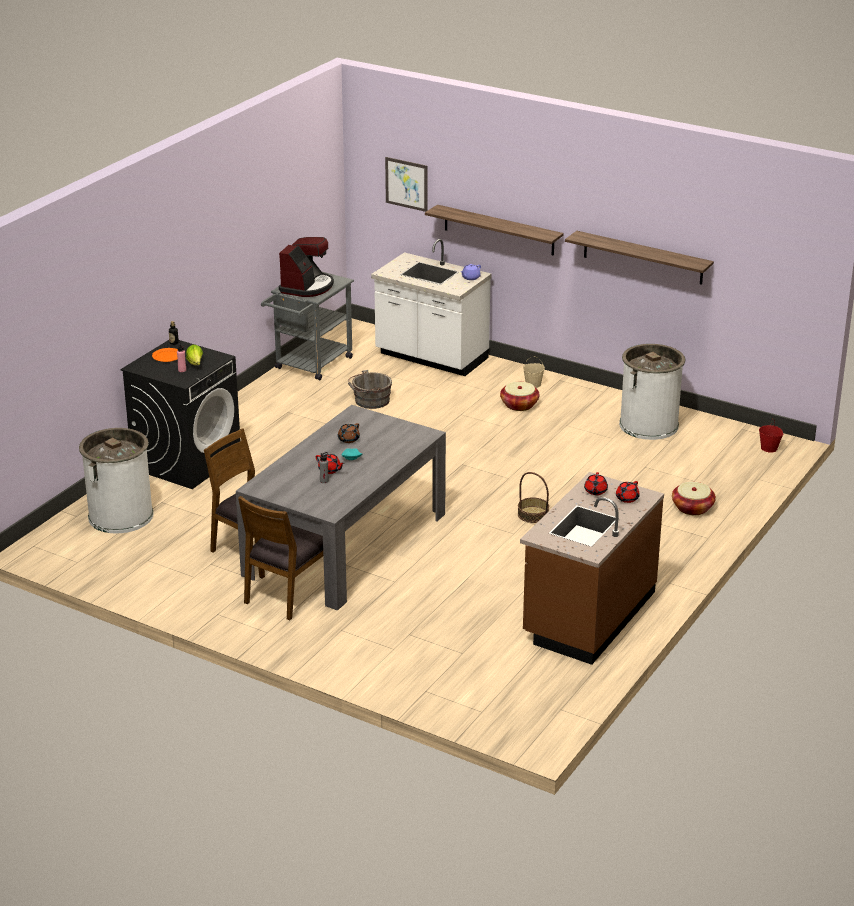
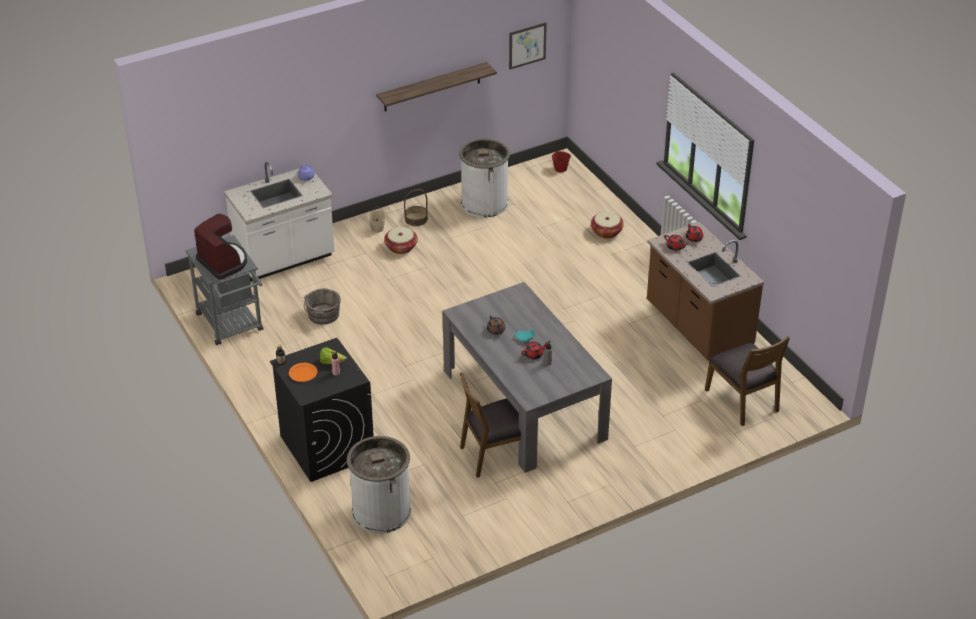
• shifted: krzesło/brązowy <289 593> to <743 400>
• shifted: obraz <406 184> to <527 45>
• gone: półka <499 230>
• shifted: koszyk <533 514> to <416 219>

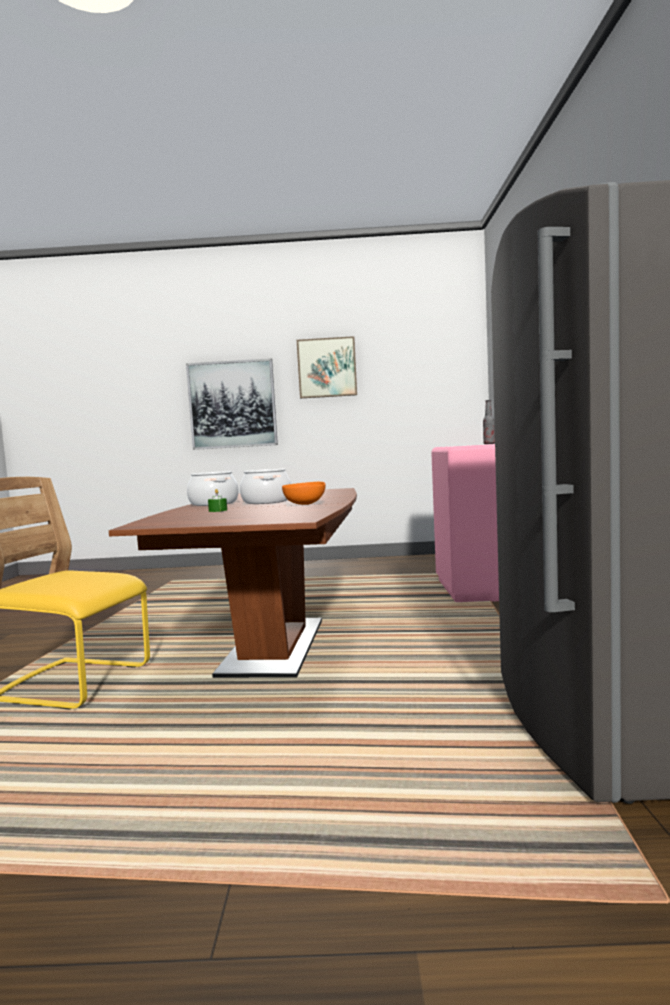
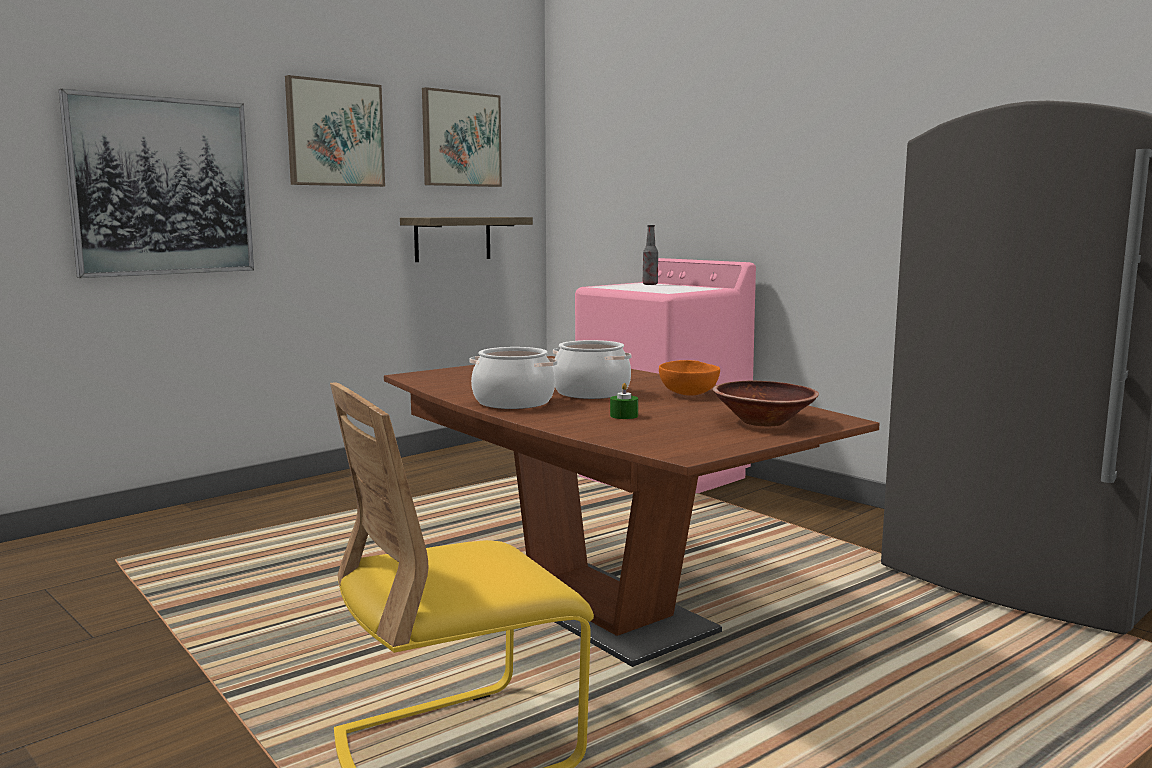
• new: półka <453 239>
• new: obraz <461 139>
• new: miska/brązowy <763 422>

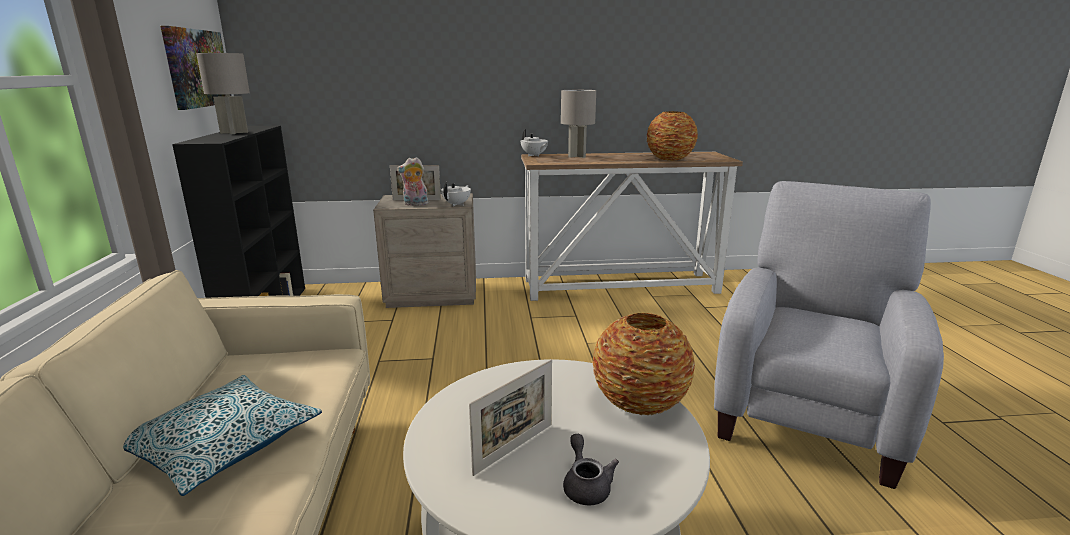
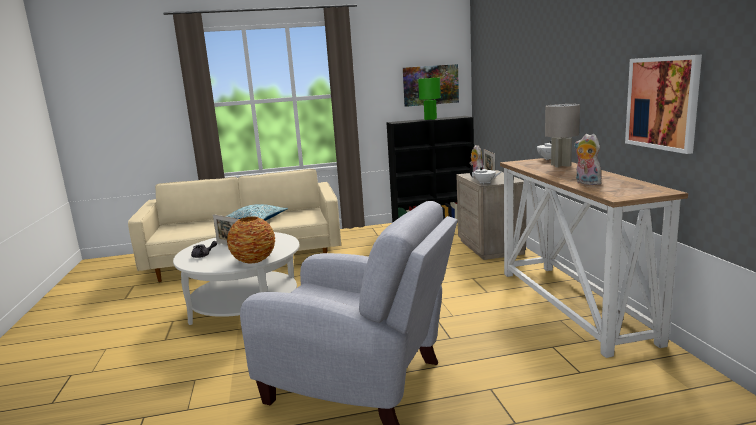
• repainted: lampa stołowa/szary <234 132> to lampa stołowa/zielony <430 119>
• swapped: wazon <669 159> to pluszak <586 183>
• new: obraz <662 103>

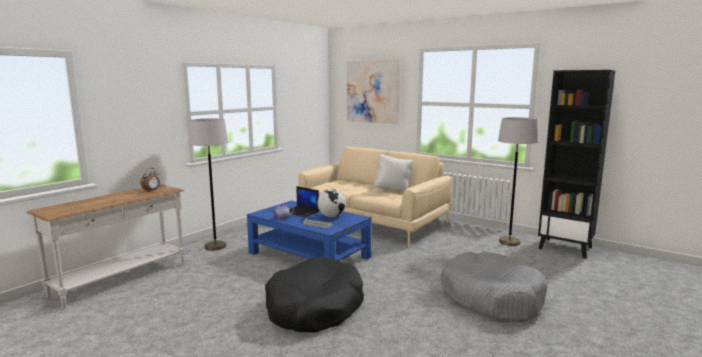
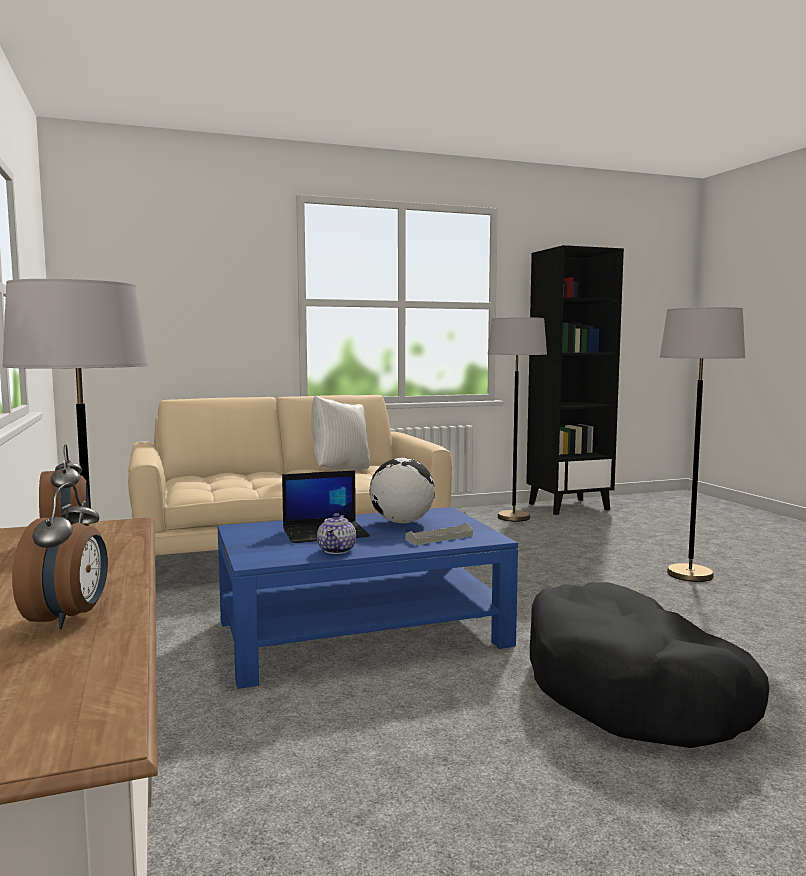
• gone: obraz <373 91>
• swapped: legowisko/szary <491 298> to lampa stojąca/szary <690 574>
• new: budzik <69 618>

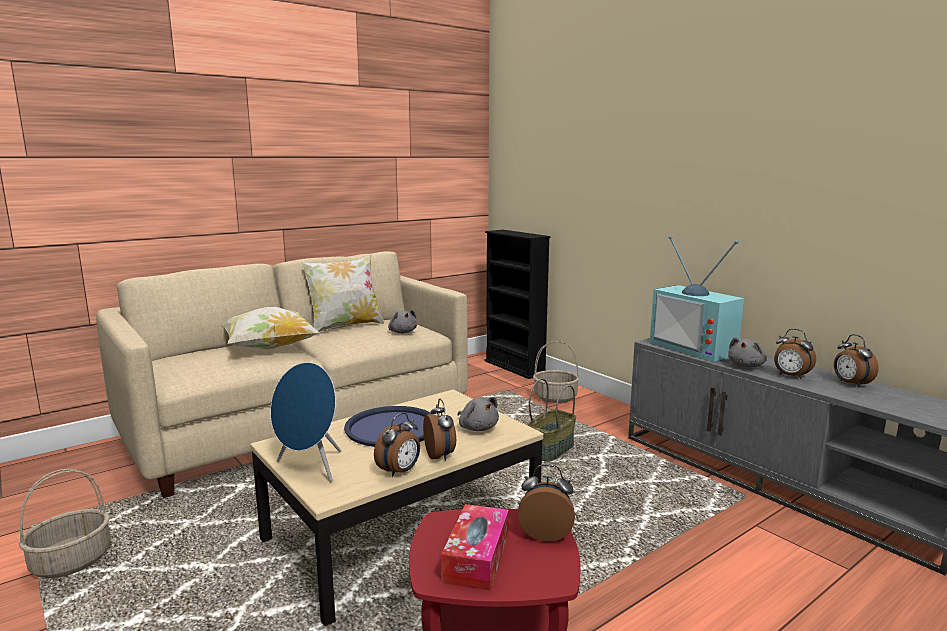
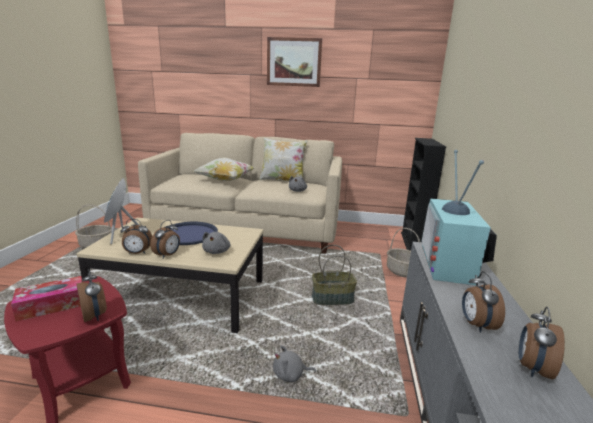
• shifted: pluszak/szary <746 366> to <290 375>
• new: obraz <294 62>

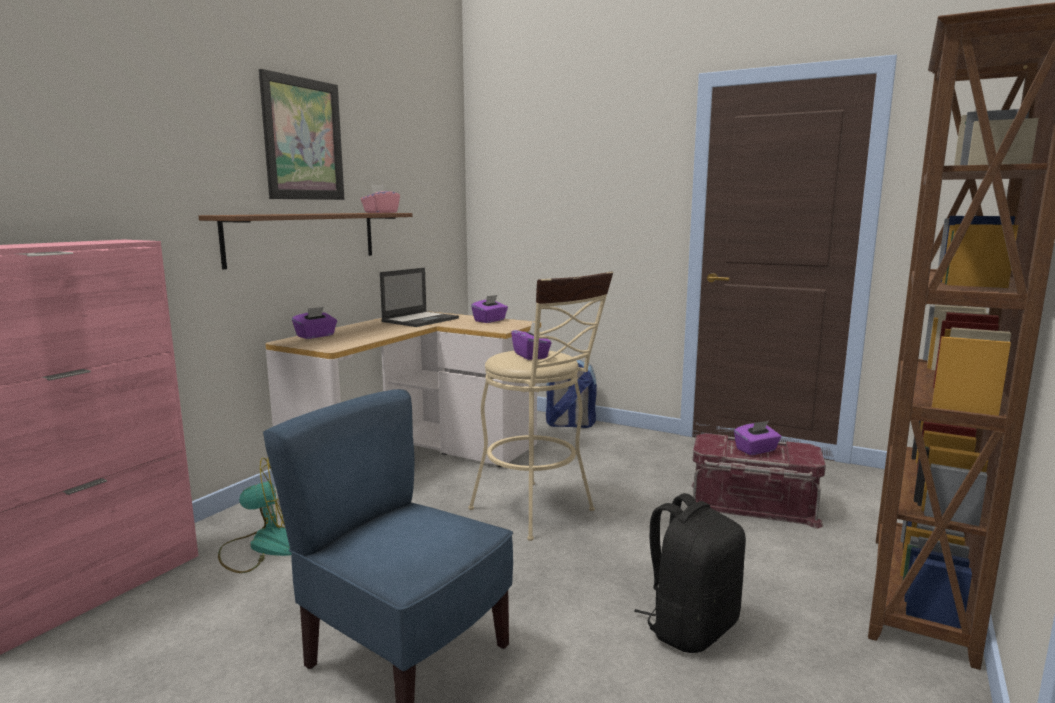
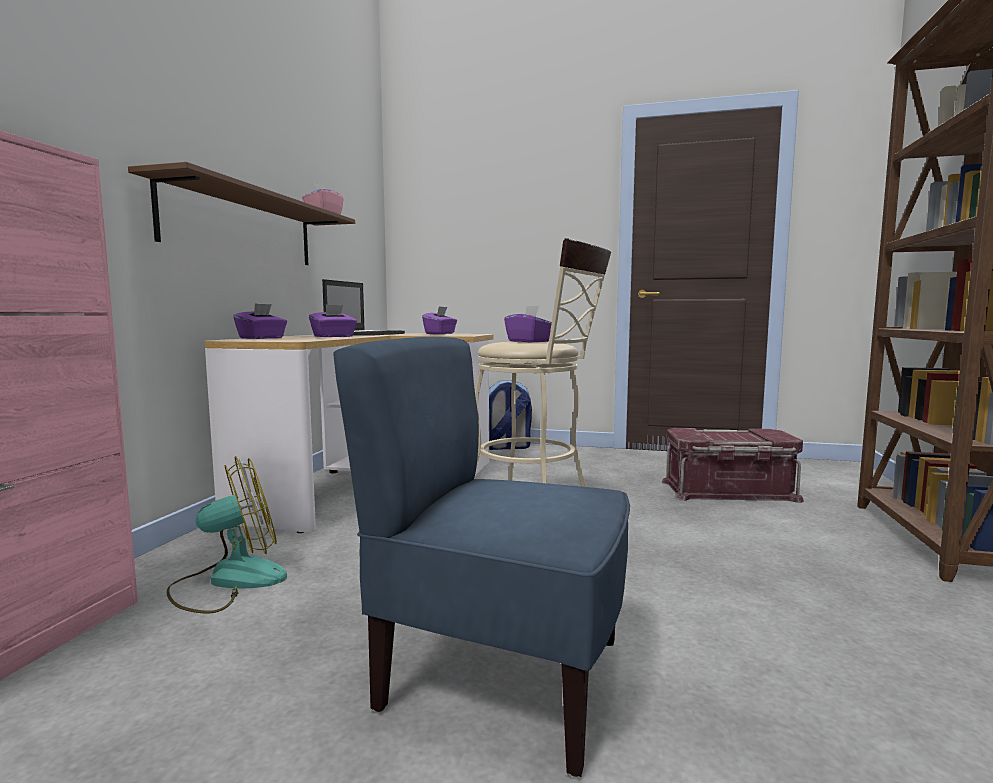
• gone: obraz <303 139>
• gone: plecak/czarny <690 627>
• shifted: pudełko chusteczek/fioletowy <756 450> to <334 336>

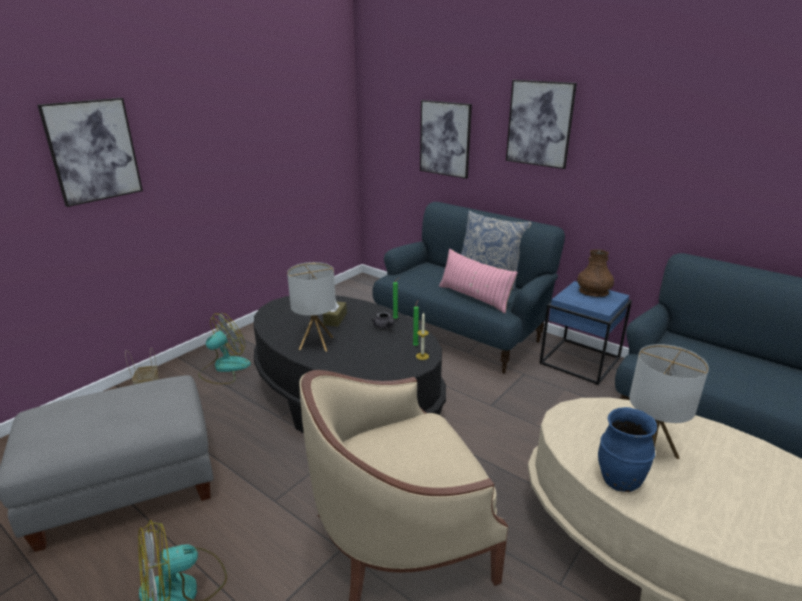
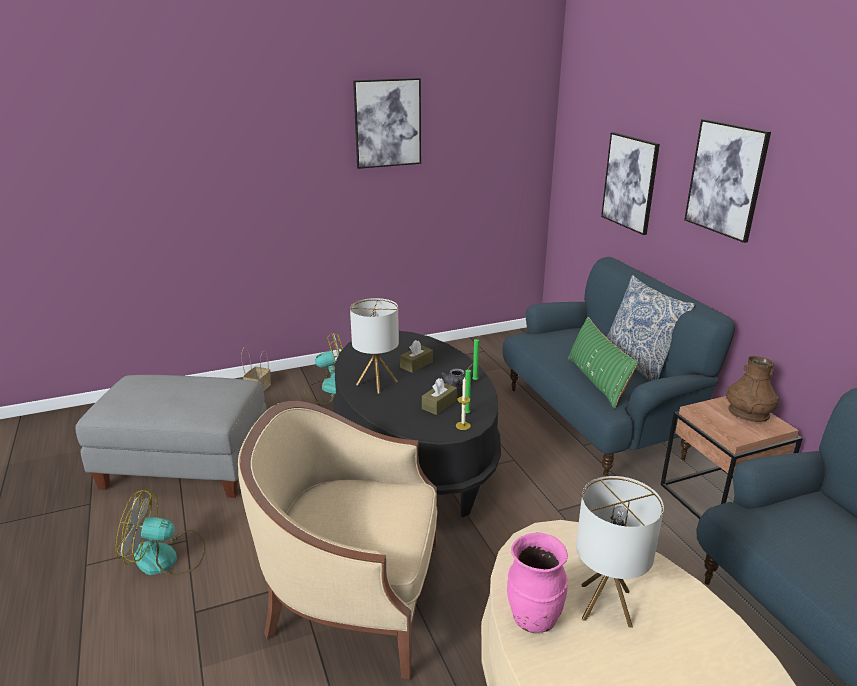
• shifted: obraz <93 151> to <387 123>
• repainted: poduszka/różowy <474 297> to poduszka/zielony <596 381>
• repainted: stolik/niebieski <580 361> to stolik/brązowy <720 499>
• repainted: wazon/niebieski <619 481> to wazon/różowy <533 618>
• new: pudełko chusteczek/brązowy <439 404>

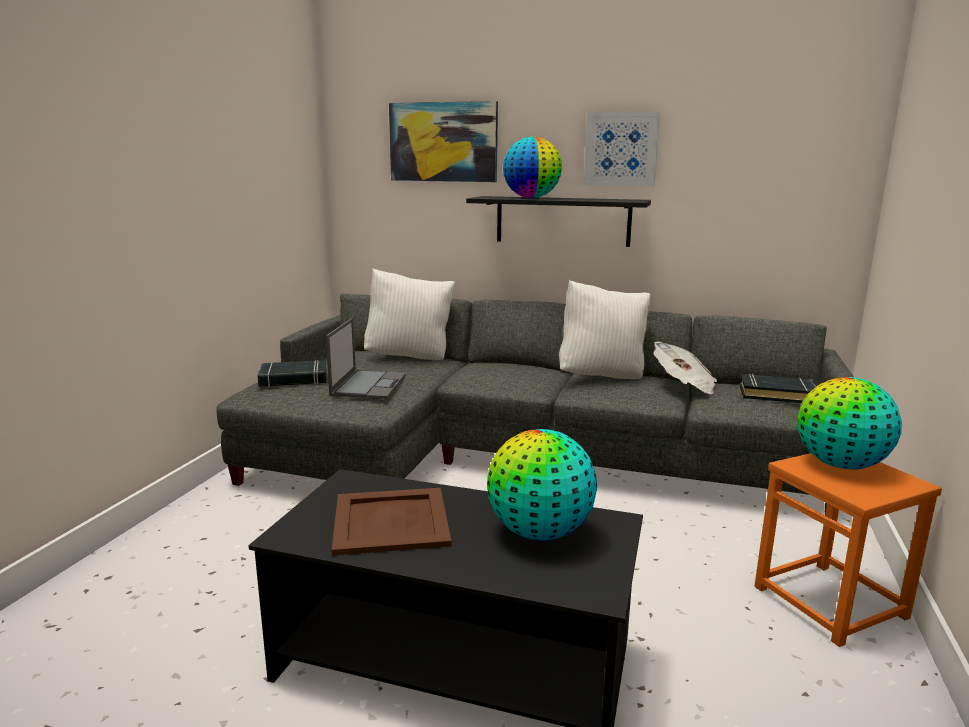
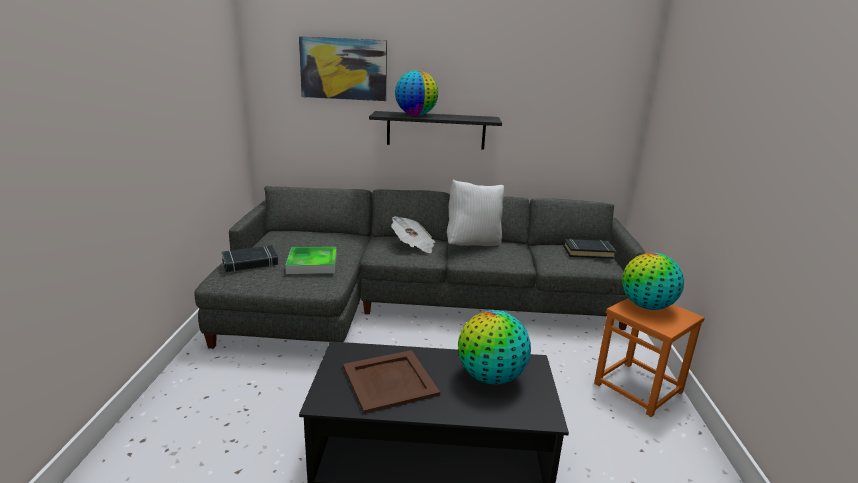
• swapped: laptop <369 384> to taca <312 264>
• gone: poduszka/biały <410 357>
• gone: obraz <621 149>
• shifted: gazeta <684 385> to <413 246>

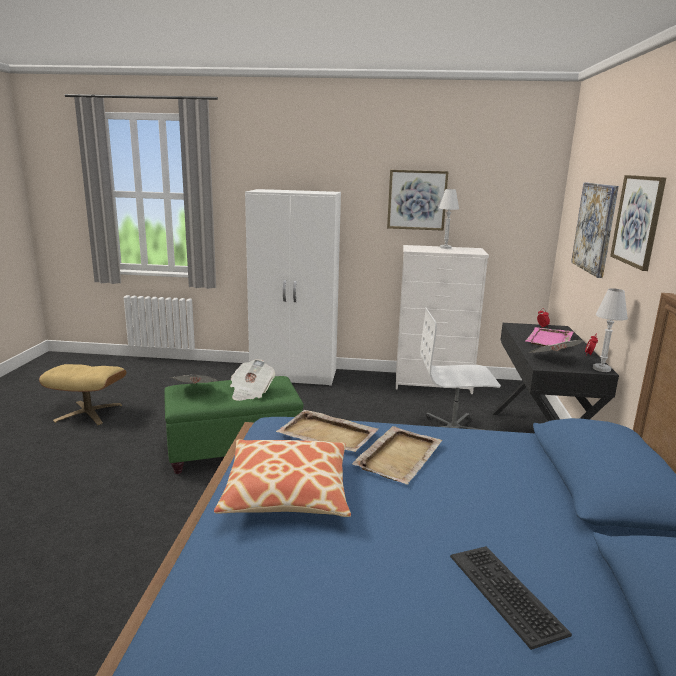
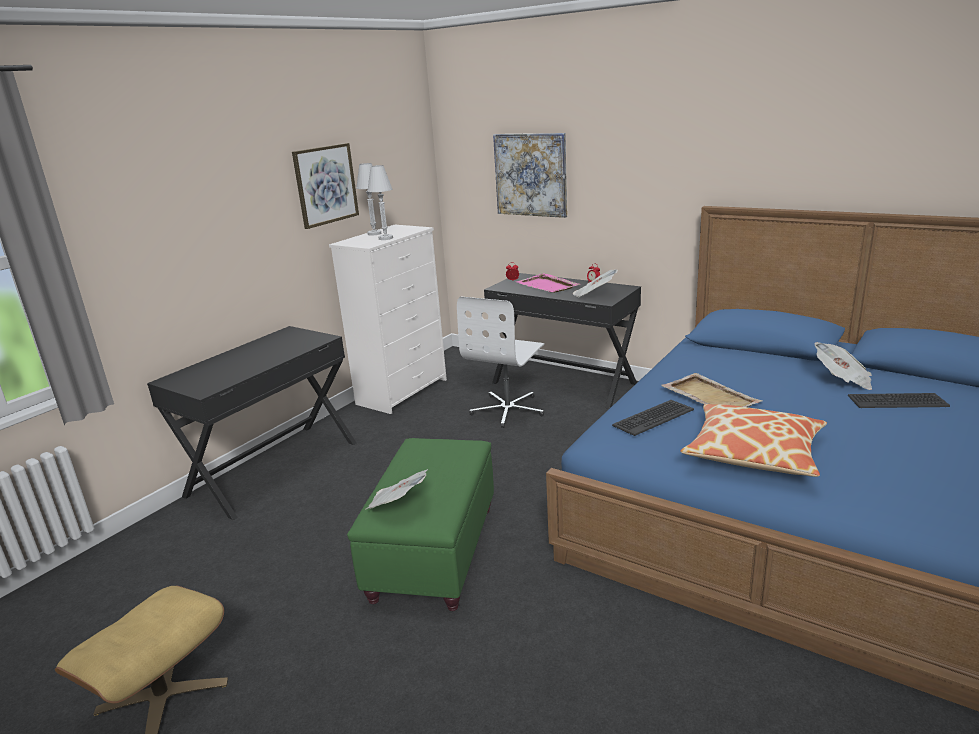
• shifted: gazeta <251 392> to <842 380>
• swapped: szafa/biały <295 375> to biurko/czarny <273 468>
• swapped: taca/beżowy <328 434> to klawiatura <653 418>
• shifted: lampa stołowa/biały <601 369> to <385 238>
• gone: obraz <638 220>

